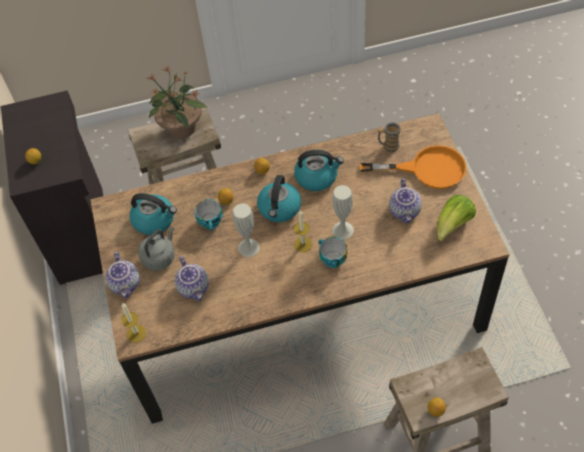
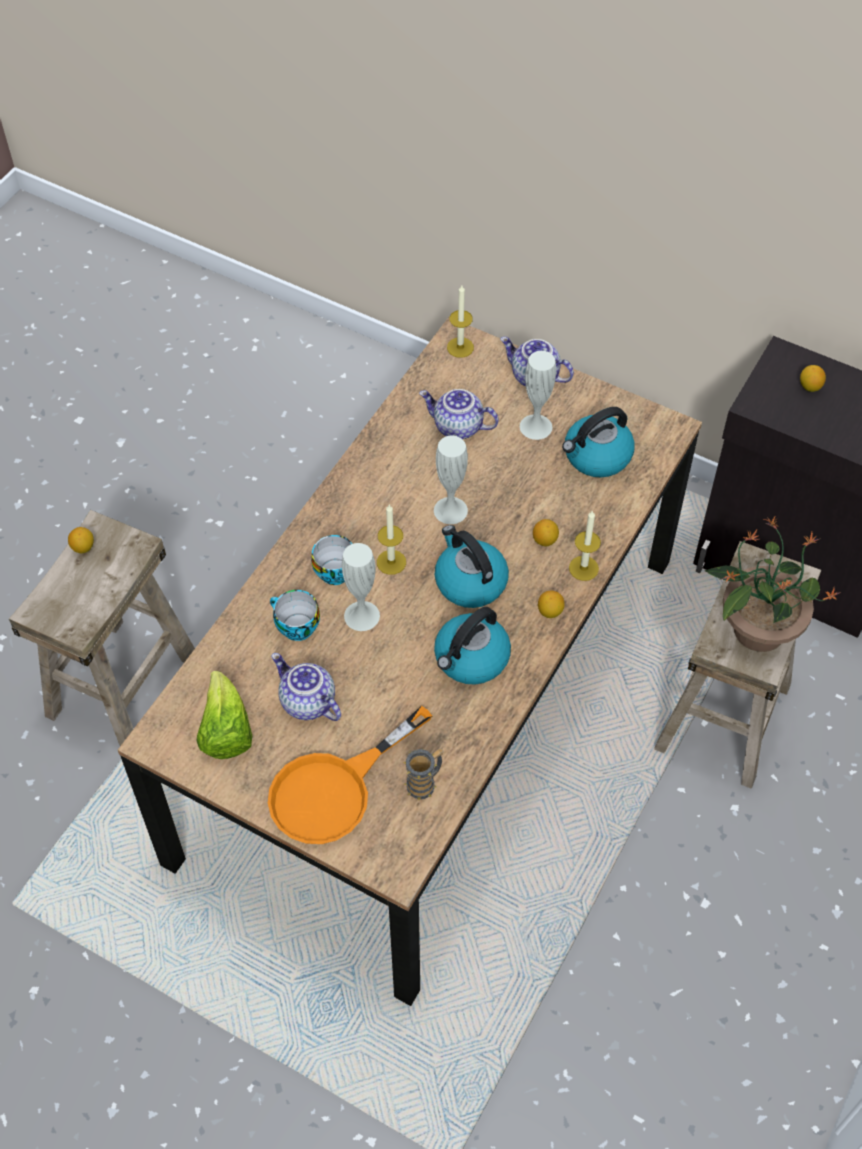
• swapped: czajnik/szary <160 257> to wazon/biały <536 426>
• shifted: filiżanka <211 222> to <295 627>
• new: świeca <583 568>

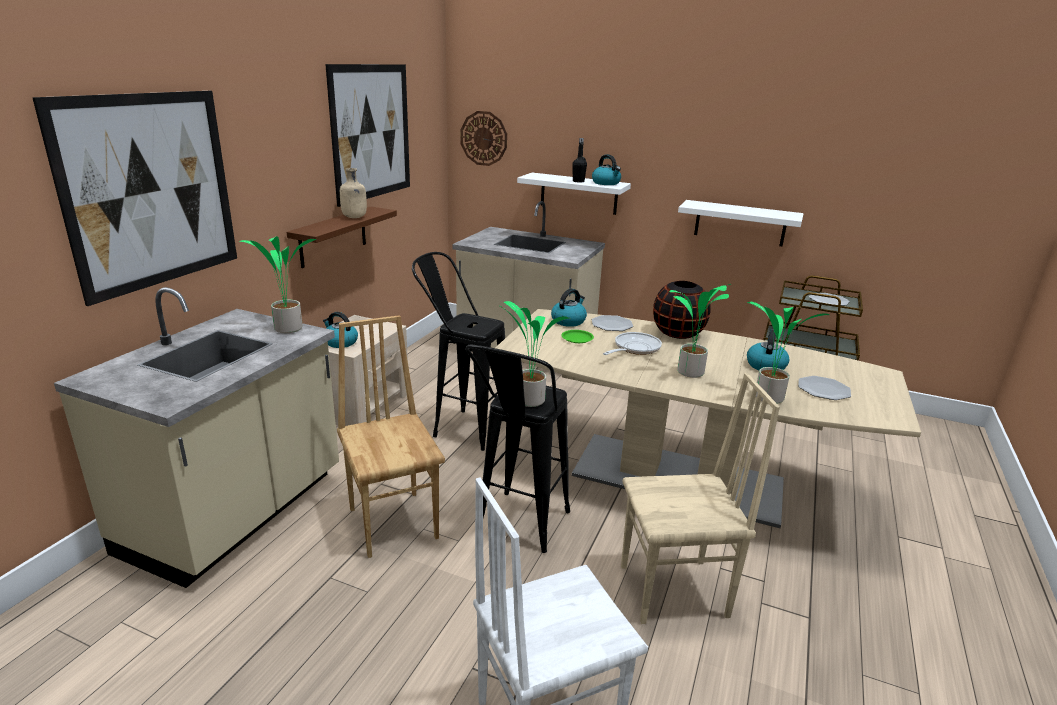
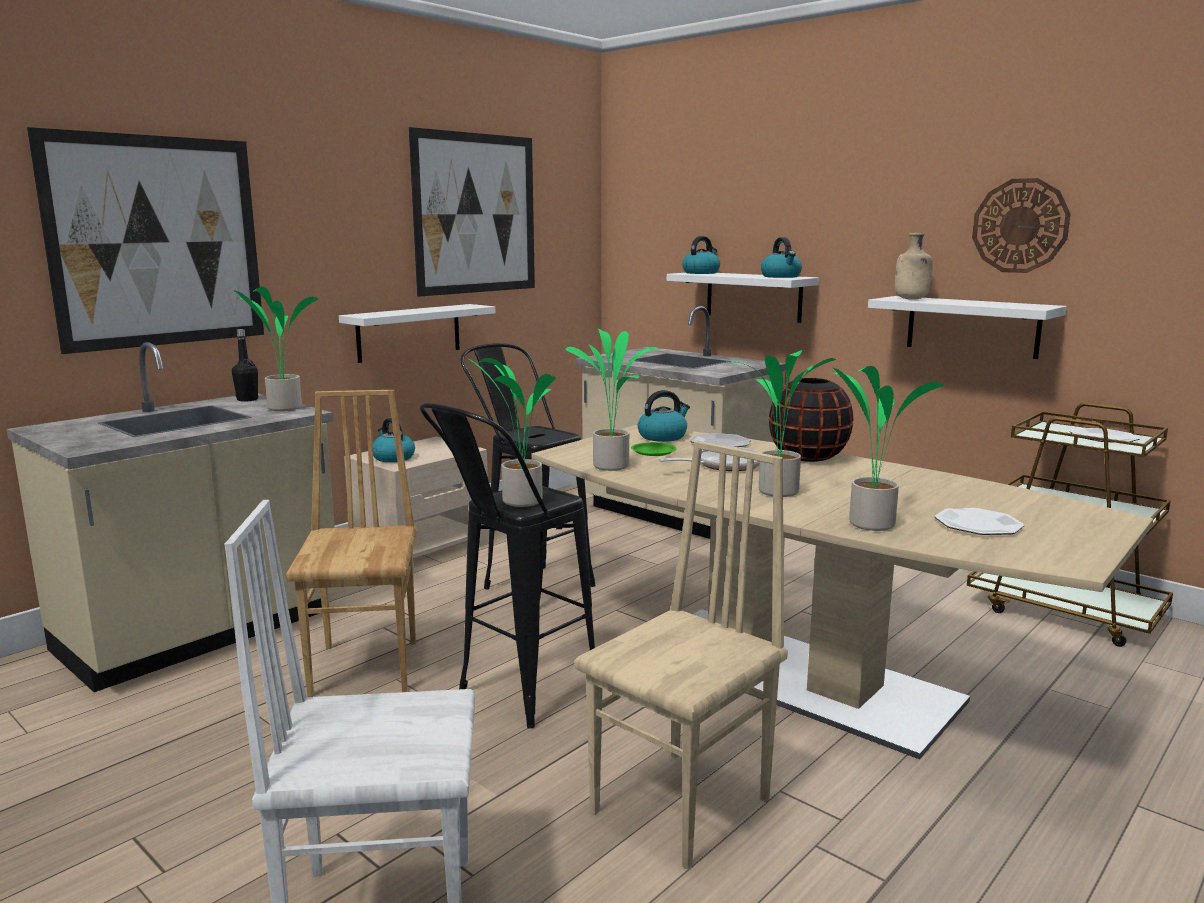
• repainted: półka/brązowy <333 236> to półka/biały <409 332>
• shifted: butelka/beżowy <354 217> to <911 299>
• shifted: zegar ścienny <484 138> to <1020 226>
• shifted: butelka/czarny <578 181> to <247 399>
• rotated: krzesło/beżowy <675 592> = <684 806> 60 degrees counterclockwise
• shifted: czajnik <765 365> to <701 273>
• new: roślina doniczkowa <612 466>

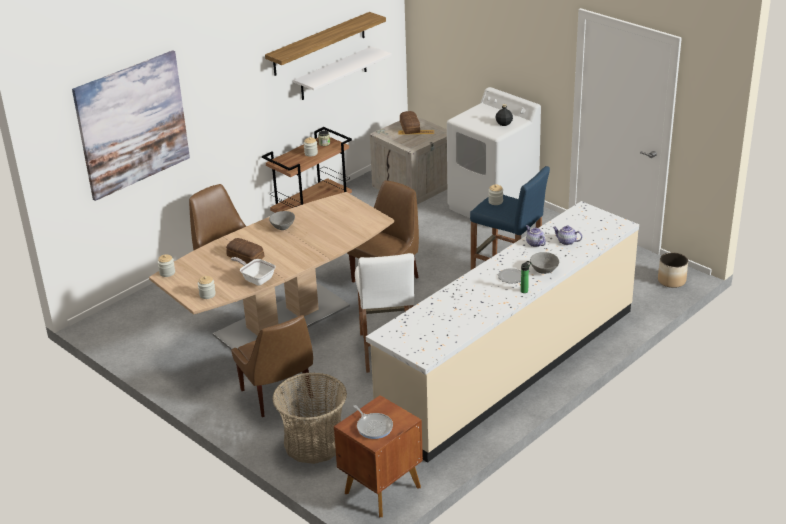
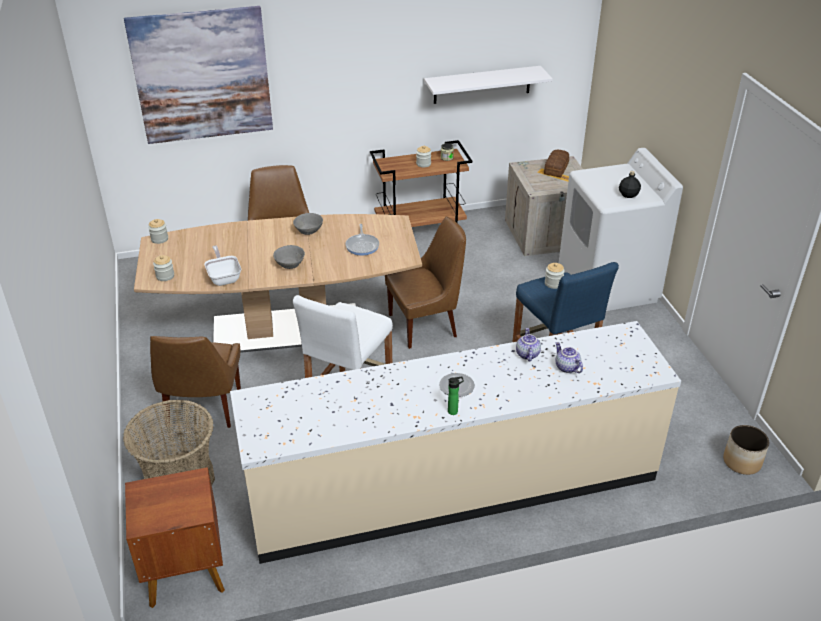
• gone: chleb <245 257>
• gone: półka <319 44>
• shifted: patelnia <373 427> to <362 245>
• shifted: miska/szary <543 270> to <289 265>

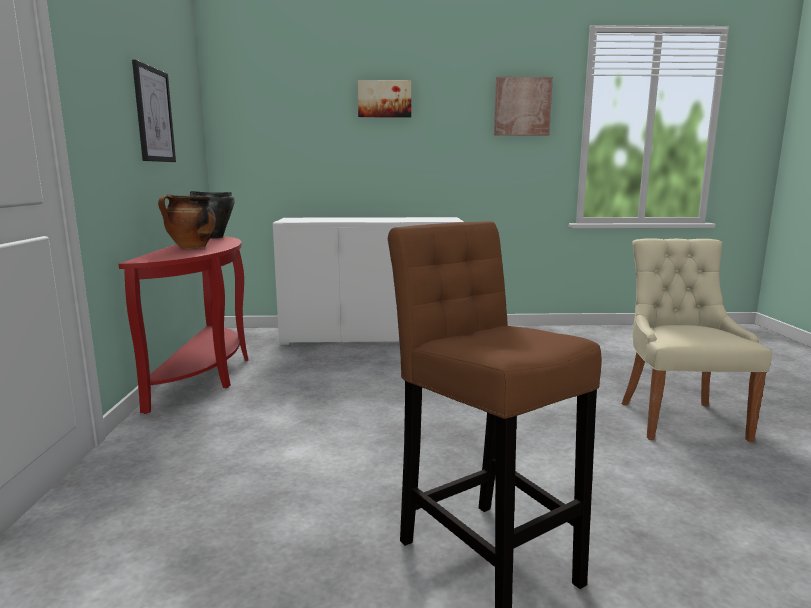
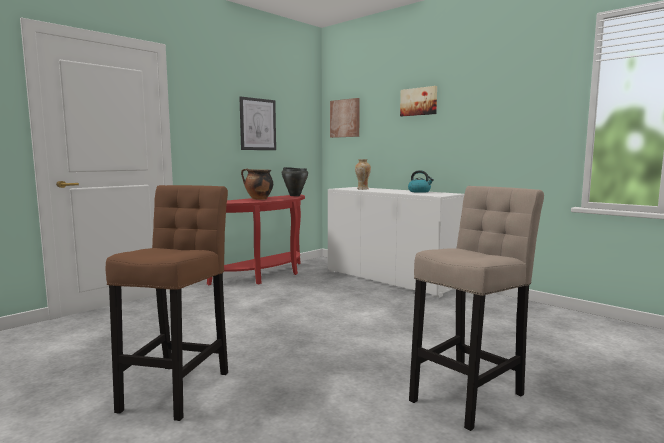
• shifted: obraz <522 106> to <345 118>
• swapped: krzesło/beżowy <679 418> to stołek/beżowy <470 394>
• new: wazon <362 189>
• new: czajnik <419 191>

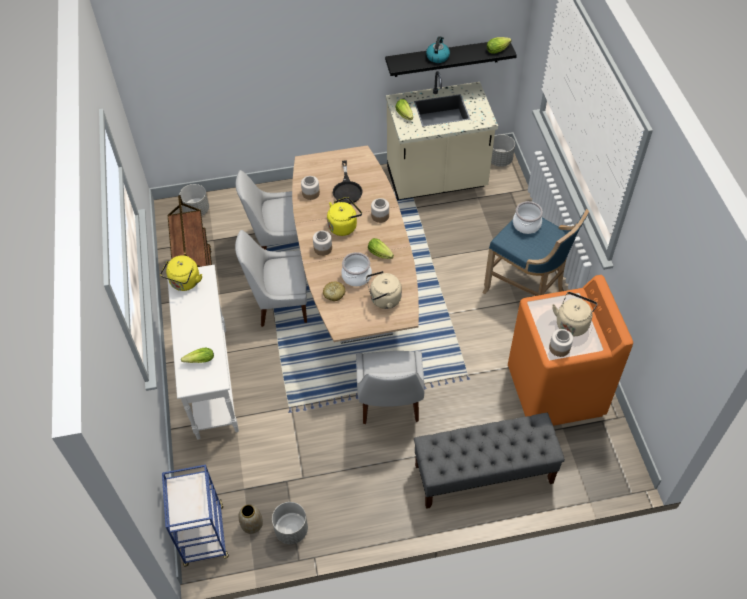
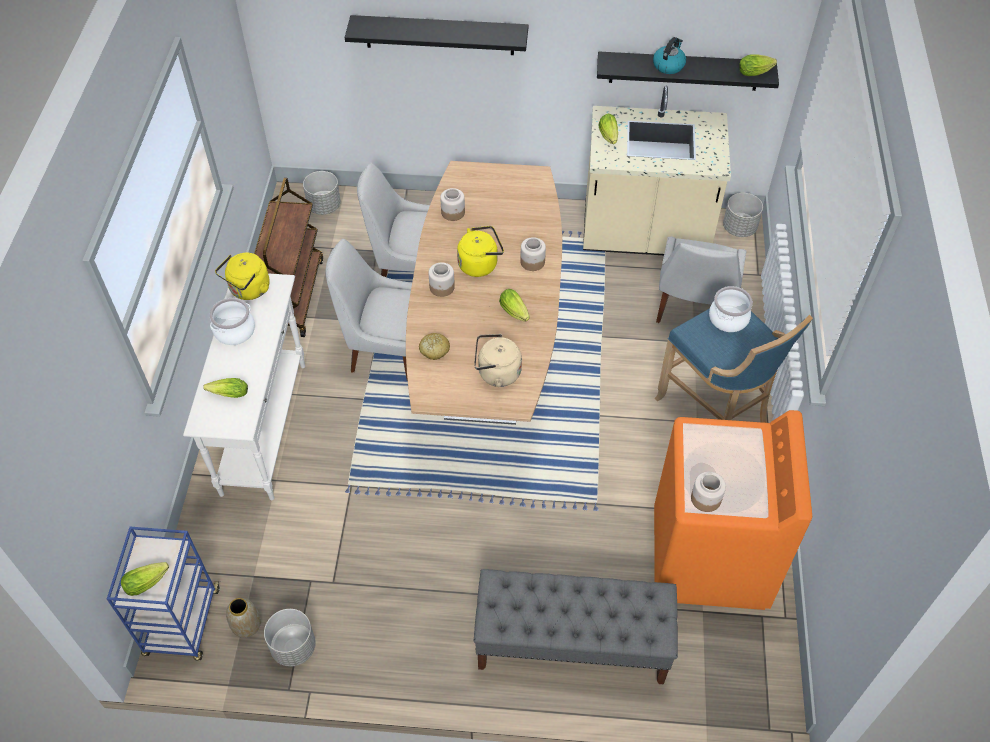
• gone: patelnia/czarny <347 189>
• shifted: garnek <357 276> to <235 331>
• shifted: krzesło/biały <389 404> to <692 309>
• gone: czajnik/beżowy <572 323>
• new: sałata <148 581>
• new: półka/czarny <439 35>

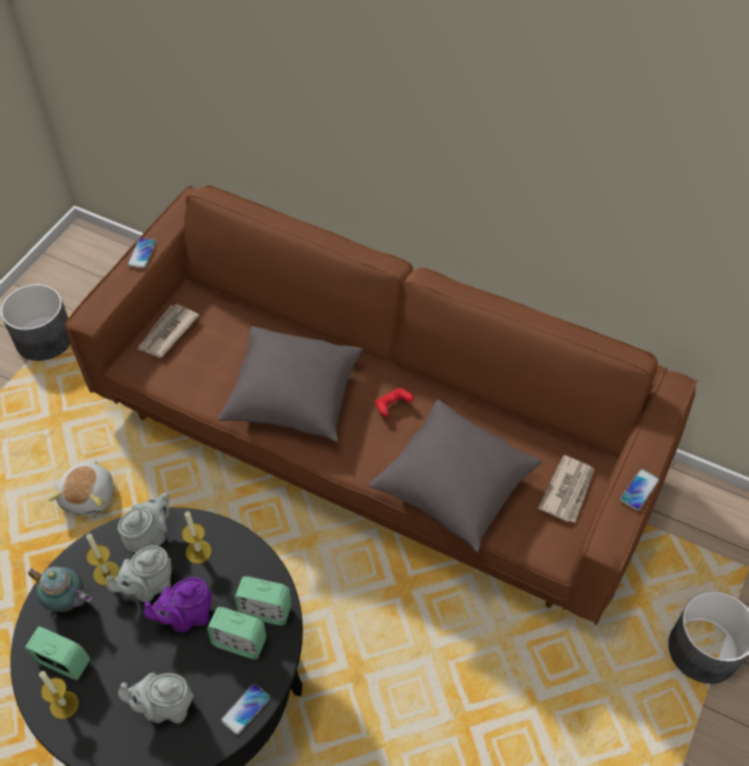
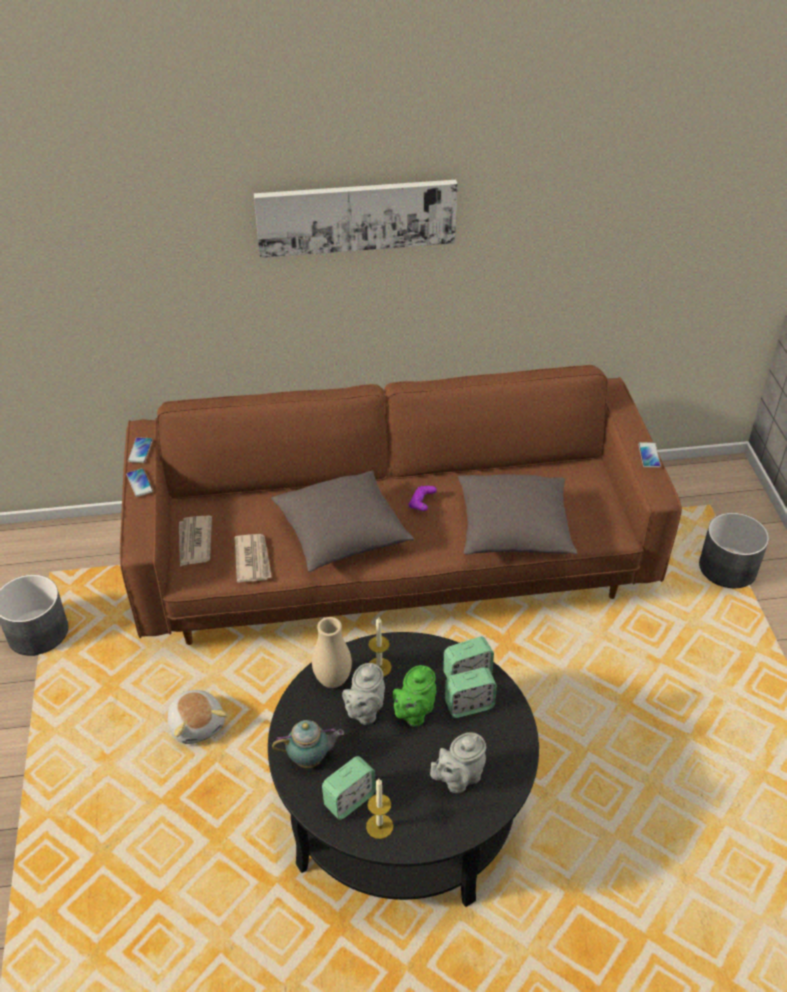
• rotated: budzik <63 662> = <349 800> 150 degrees clockwise
• gone: świeca <106 573>
• swapped: imbryk/szary <150 538> to wazon/beżowy <332 680>
• repainted: imbryk/fioletowy <186 617> to imbryk/zielony <413 713>
• shifted: telefon <246 709> to <140 451>
• repainted: pad do gier/czerwony <392 406> to pad do gier/fioletowy <421 504>
• shifted: gazeta <568 490> to <253 559>
• new: obraz <356 216>

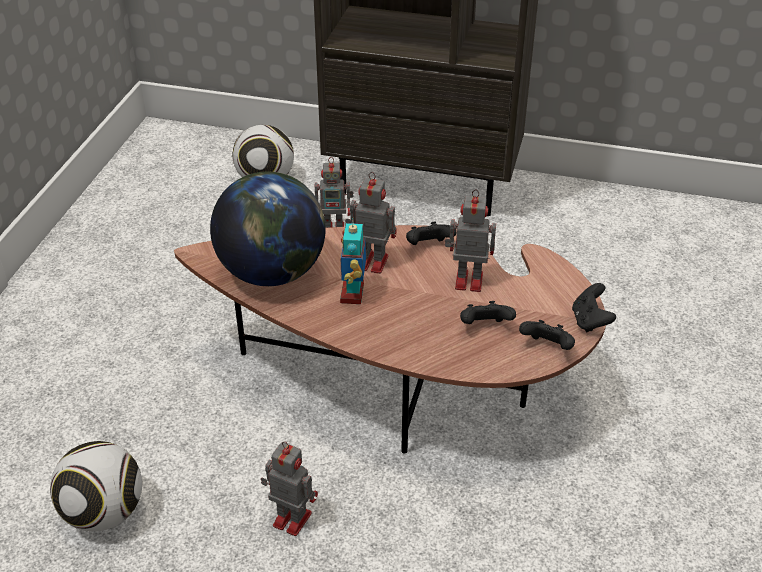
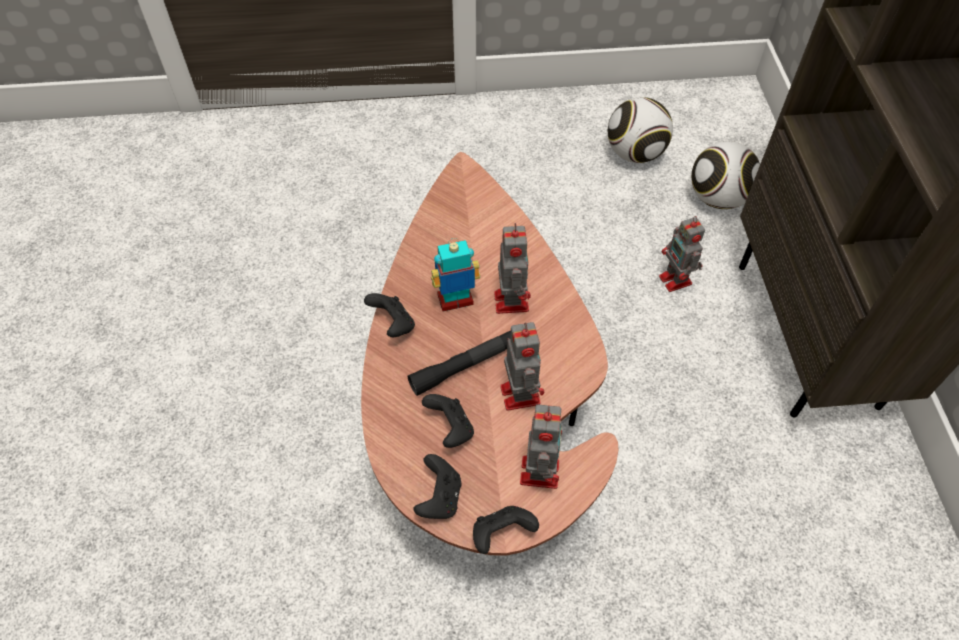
• shifted: piłka futbolowa <104 513> to <634 154>
• gone: globus <272 272>
• shifted: robot zabawkowy <290 518> to <539 470>
• shifted: pad do gier/czarny <428 246> to <393 325>
• new: latarka/czarny <465 366>

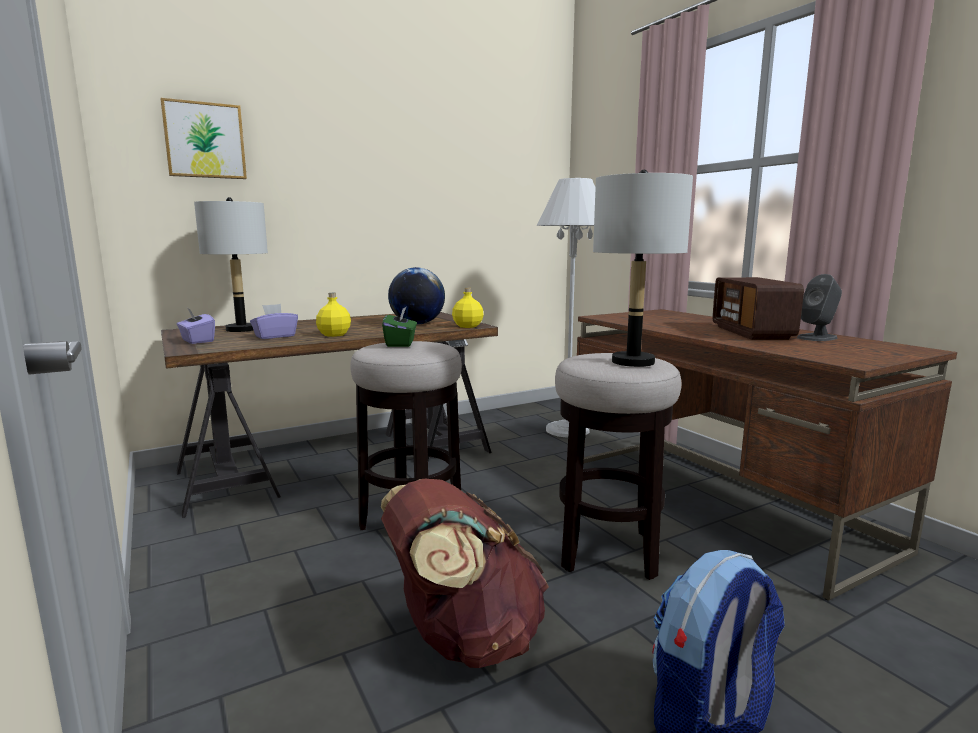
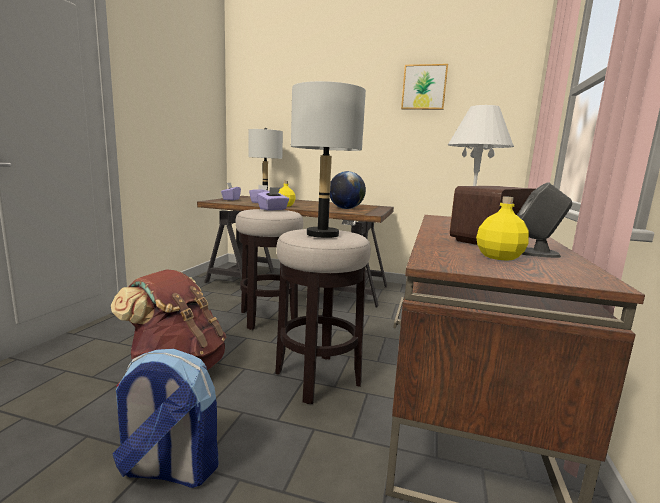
• shifted: obraz <204 141> to <424 87>
• repainted: pudełko chusteczek/zielony <401 343> to pudełko chusteczek/fioletowy <273 209>
• shifted: butelka/żółty <467 326> to <499 257>

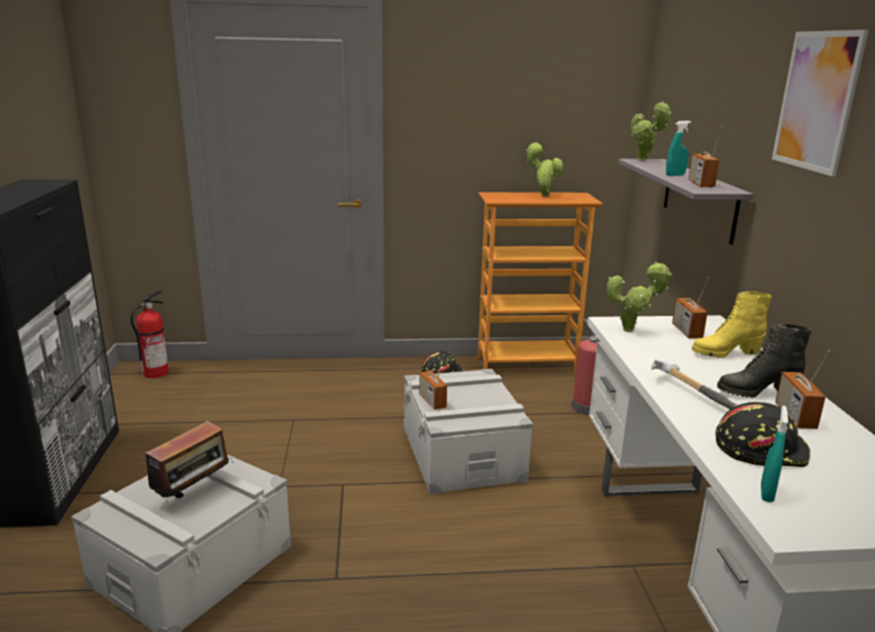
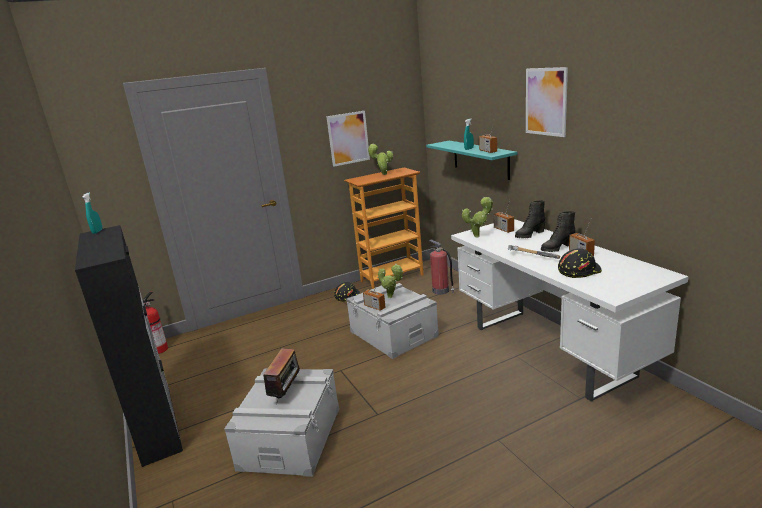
• repainted: półka/szary <699 199> to półka/turkusowy <480 159>
• shifted: roślina doniczkowa <643 160> to <391 297>
• repainted: but z cholewką/żółty <725 353> to but z cholewką/czarny <529 235>
• shifted: spryskiwacz/turkusowy <766 493> to <97 231>
• new: obraz <348 138>

